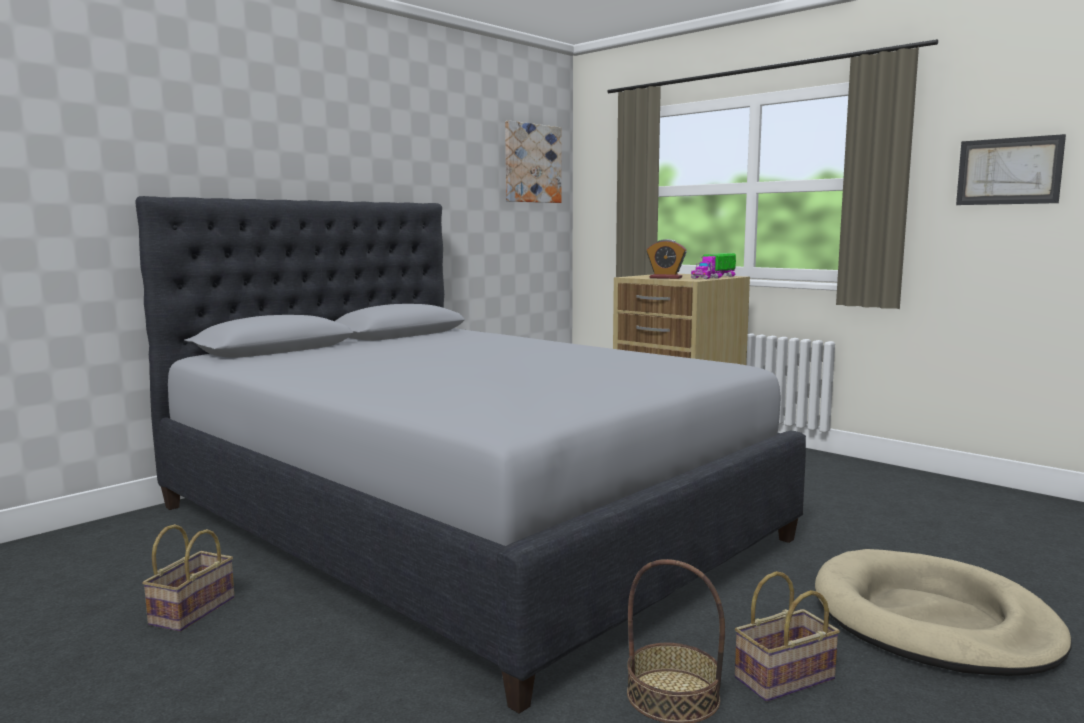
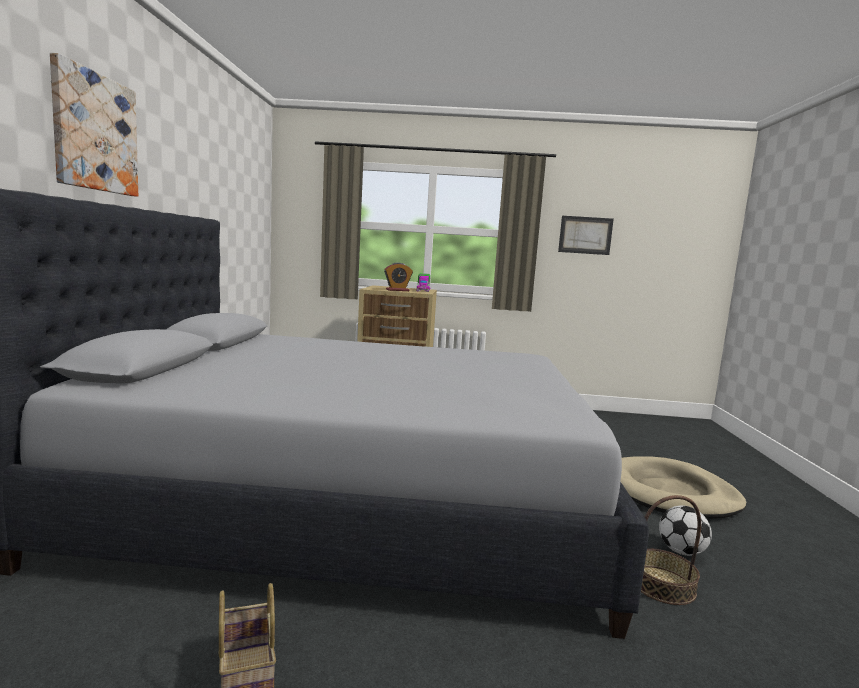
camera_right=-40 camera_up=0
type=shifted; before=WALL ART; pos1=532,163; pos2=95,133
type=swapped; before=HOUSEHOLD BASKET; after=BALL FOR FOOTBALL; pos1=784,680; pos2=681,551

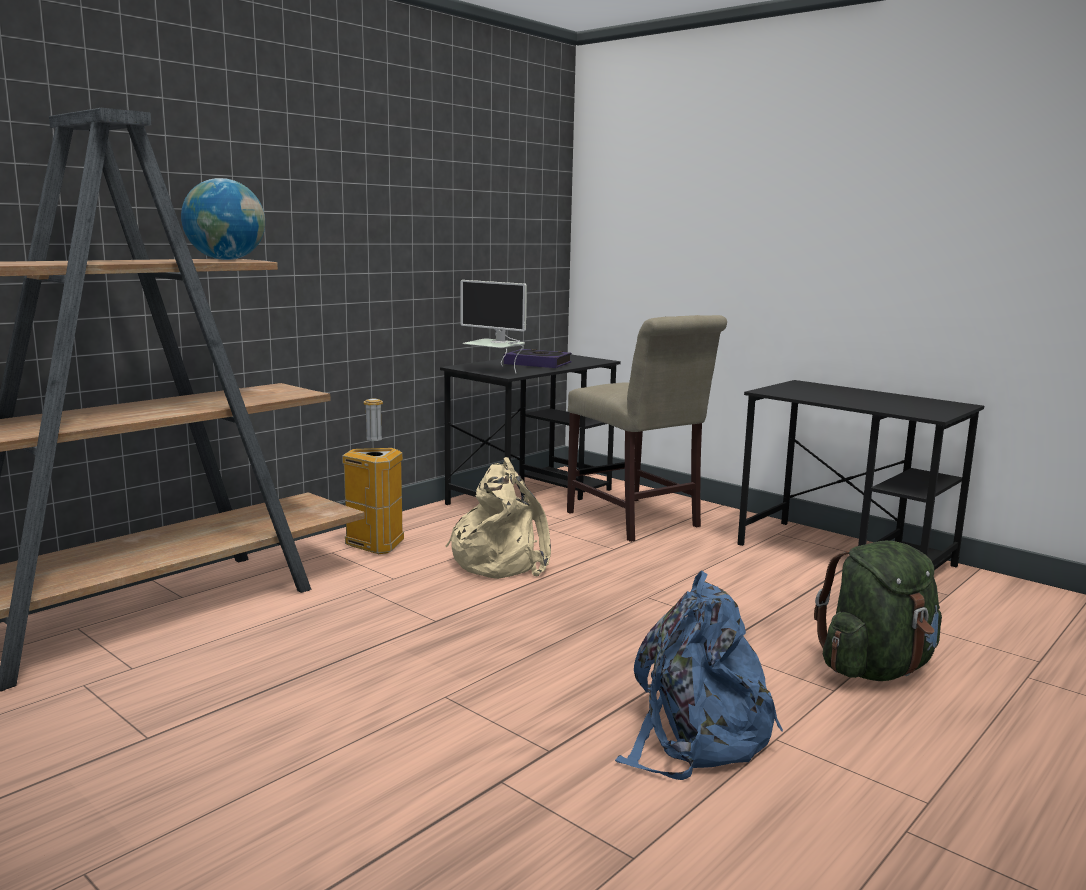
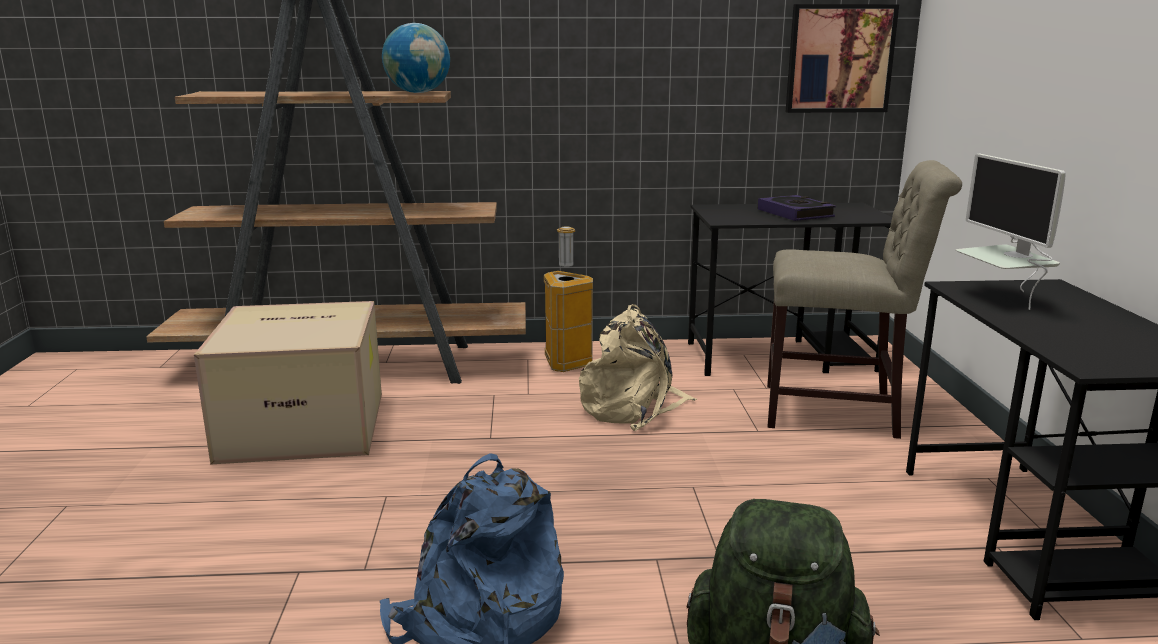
camera_right=45 camera_up=5
type=shifted; before=COMPUTER DISPLAY; pos1=495,370; pos2=1002,298
type=rotated; before=SAND-COLOURED UPRIGHT CHAIR; pos1=637,521; pos2=839,412; turn=-90
type=new; after=WALL ART; pos2=839,59
type=new; after=CARDBOARD BOX; pos2=306,425

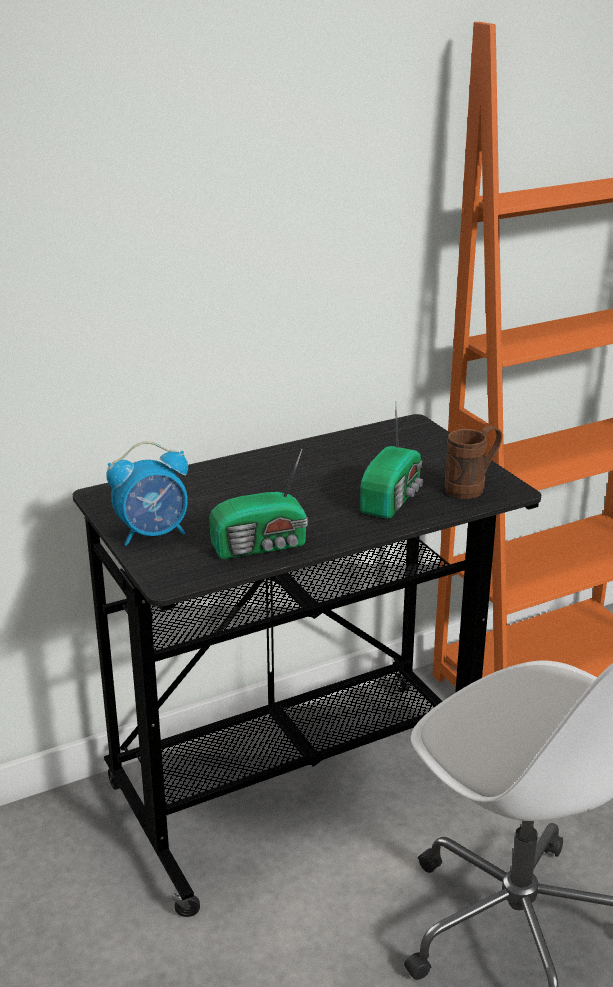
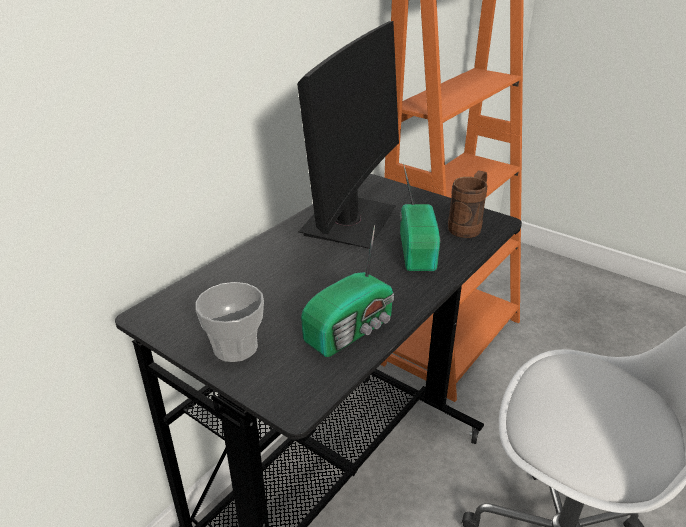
camera_right=-25 camera_up=5
type=swapped; before=ALARM CLOCK; after=SMALL CUP; pos1=153,534; pos2=235,347
type=new; after=COMPUTER DISPLAY; pos2=349,221

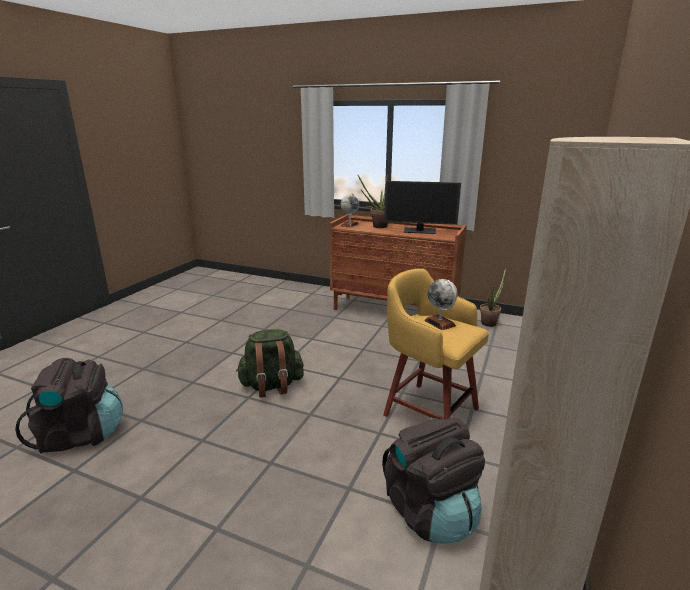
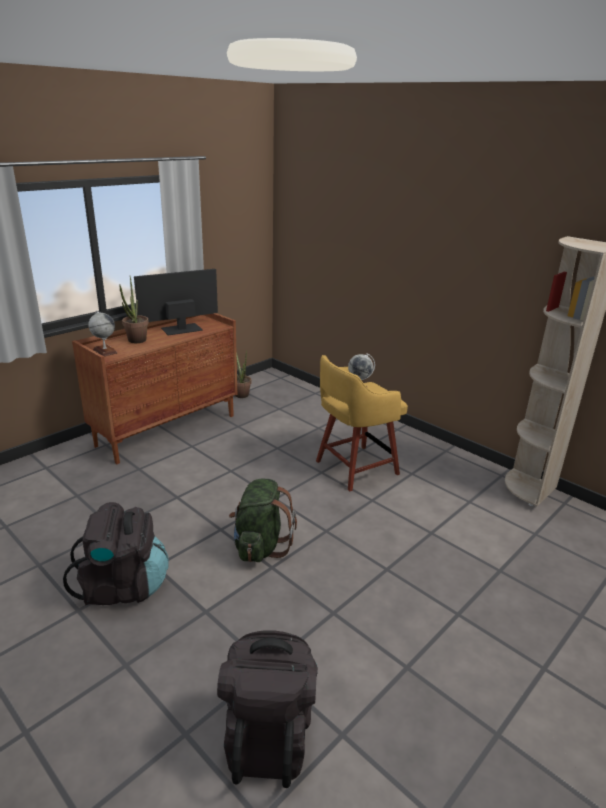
camera_right=-70 camera_up=5
type=rotated; before=COMPUTER DISPLAY; pos1=420,231; pos2=181,329; turn=-150
type=shifted; before=BLACK RUCKSACK; pos1=430,511; pos2=123,586

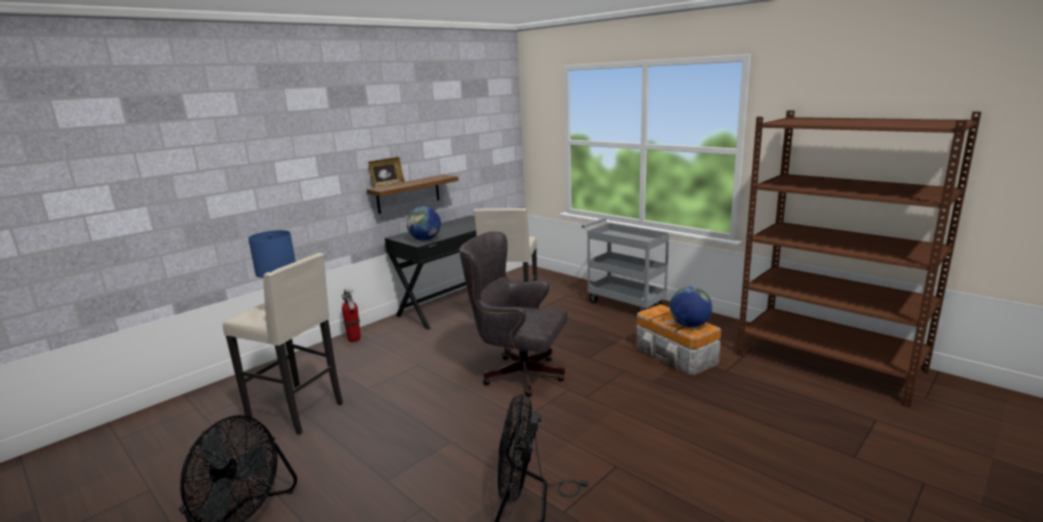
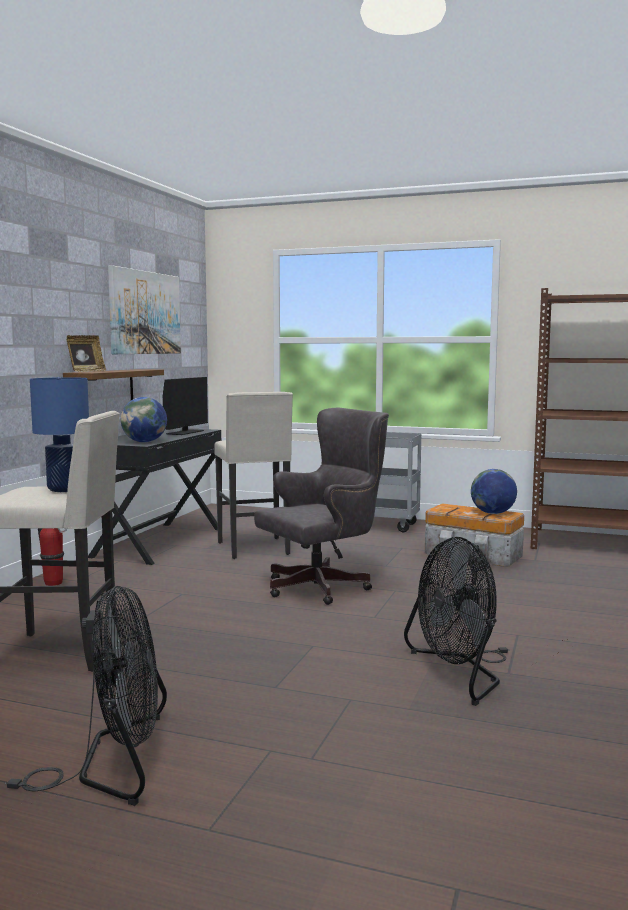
camera_right=-25 camera_up=-10
type=rotated; before=GREYISH COMPUTER CHAIR; pos1=518,374; pos2=322,586; turn=150
type=new; after=WALL ART; pos2=145,313
type=new; after=COMPUTER DISPLAY; pos2=185,432

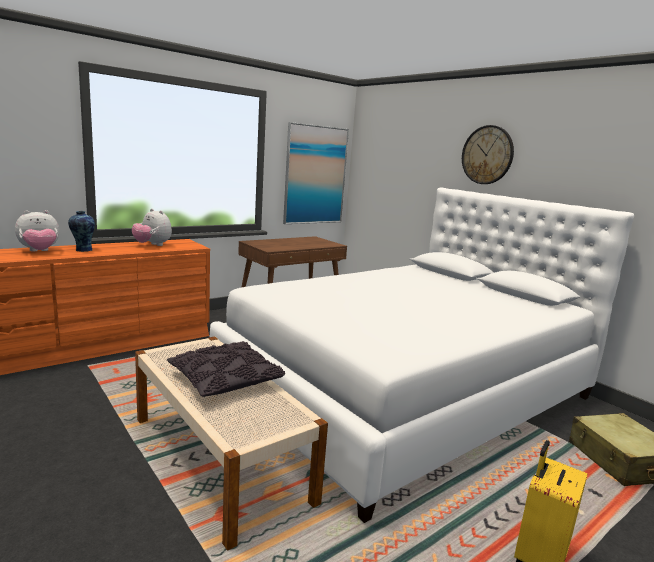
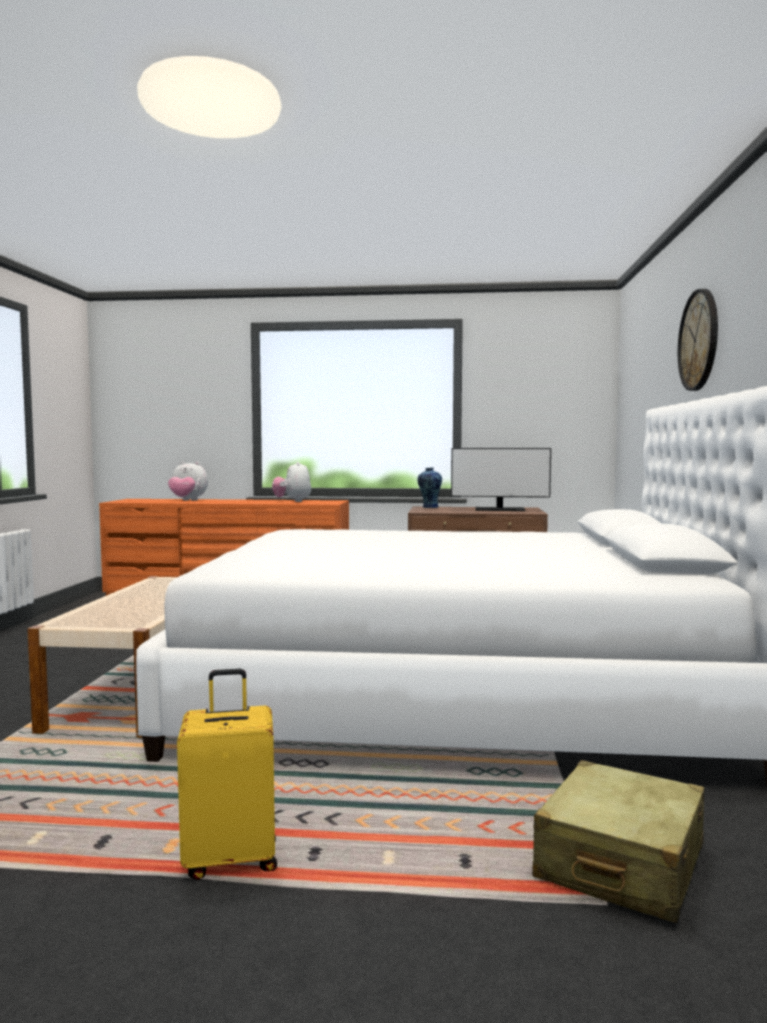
camera_right=45 camera_up=-10
type=gone; before=WALL ART; pos1=315,175
type=shifted; before=DECORATIVE VASE; pos1=83,250; pos2=429,507
type=gone; before=BLACK THROW PILLOW; pos1=225,380
type=new; after=COMPUTER DISPLAY; pos2=499,510

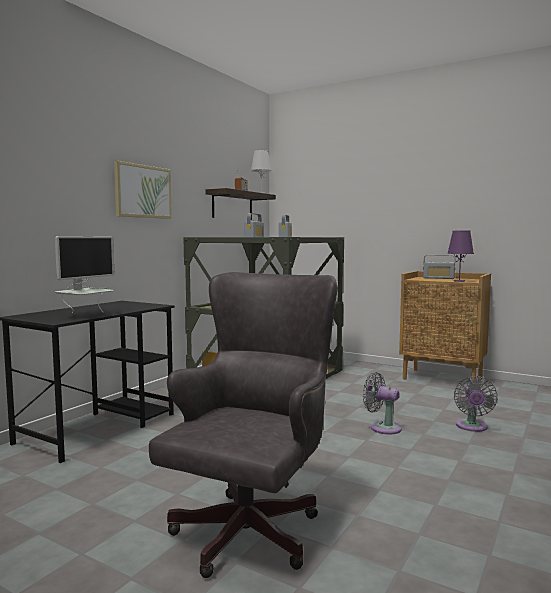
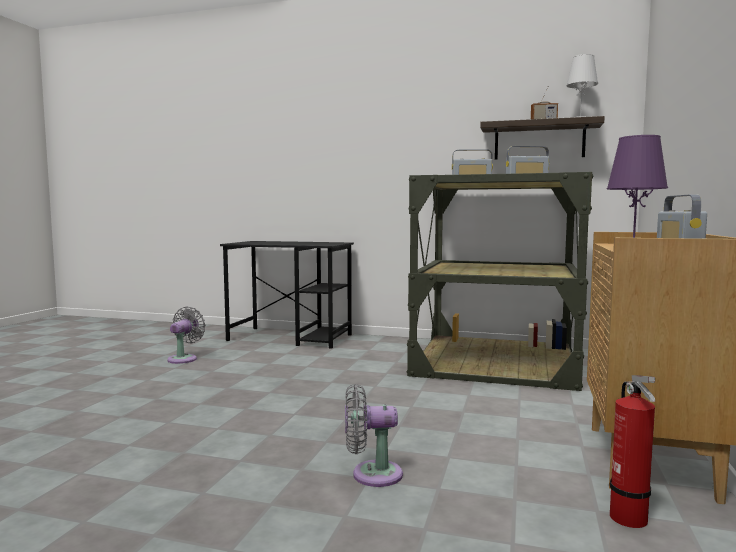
camera_right=75 camera_up=0
type=gone; before=WALL ART; pos1=143,191
type=gone; before=COMPUTER DISPLAY; pos1=86,315
type=gone; before=GREYISH COMPUTER CHAIR; pos1=250,528
type=shifted; before=GREYISH COOLING FAN; pos1=382,427; pos2=184,358
type=new; after=EXTINGUISHER; pos2=630,520

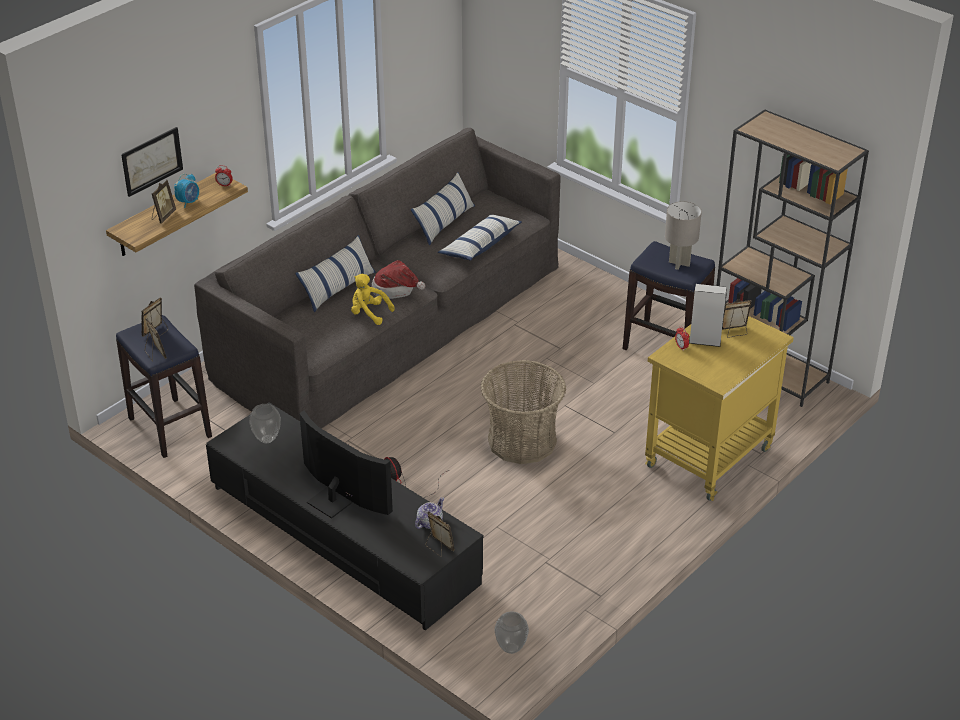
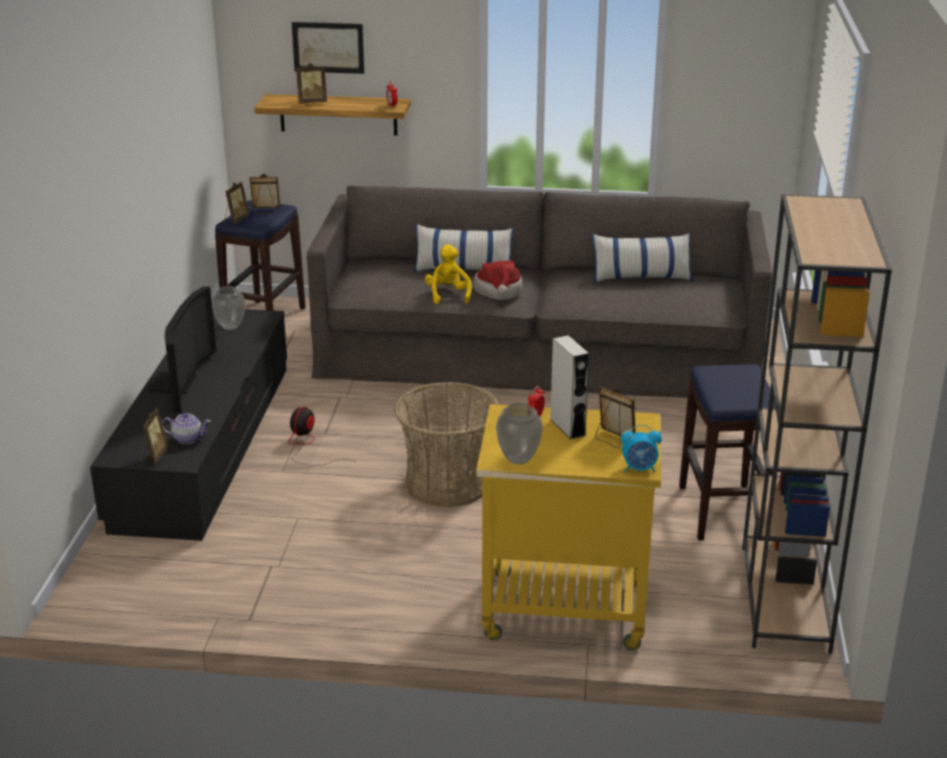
camera_right=55 camera_up=-10
type=shifted; before=ALARM CLOCK; pos1=188,202; pos2=639,469
type=gone; before=GREYISH TABLE LAMP; pos1=679,263
type=gone; before=THROW PILLOW; pos1=480,245
type=shifted; before=DECORATIVE VASE; pos1=511,648; pos2=519,459

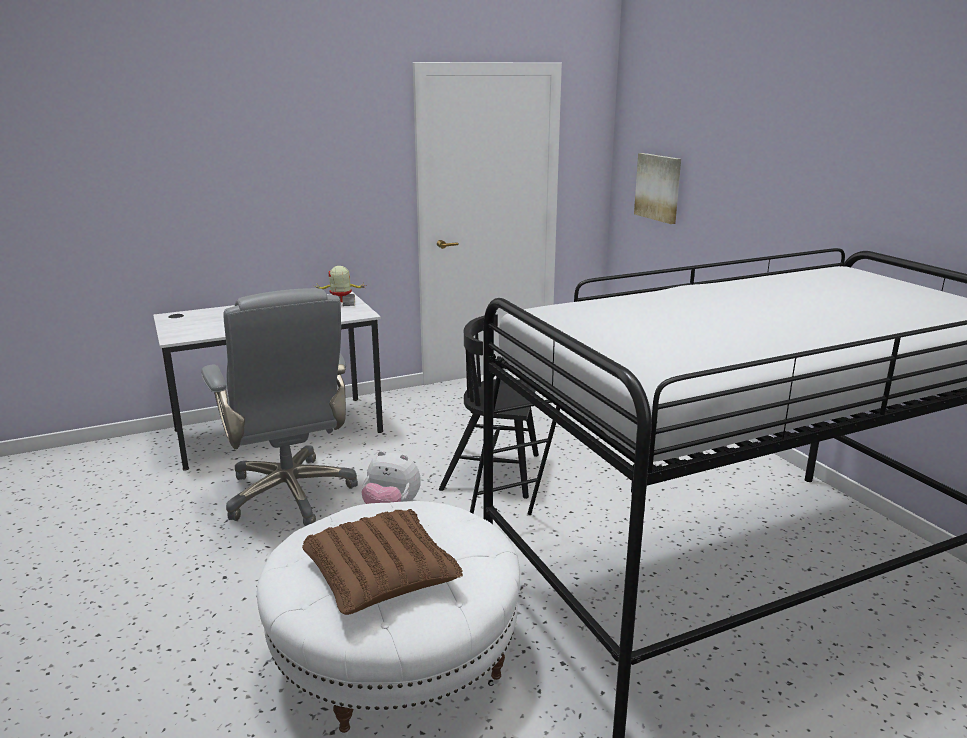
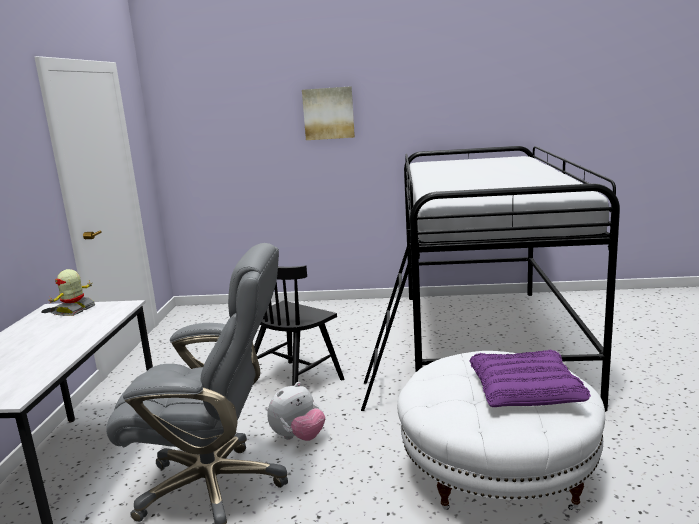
camera_right=-60 camera_up=-5
type=shifted; before=WALL ART; pos1=658,187; pos2=328,113
type=repainted; before=BROWN THROW PILLOW; after=PURPLISH THROW PILLOW; pos1=381,574; pos2=525,390

